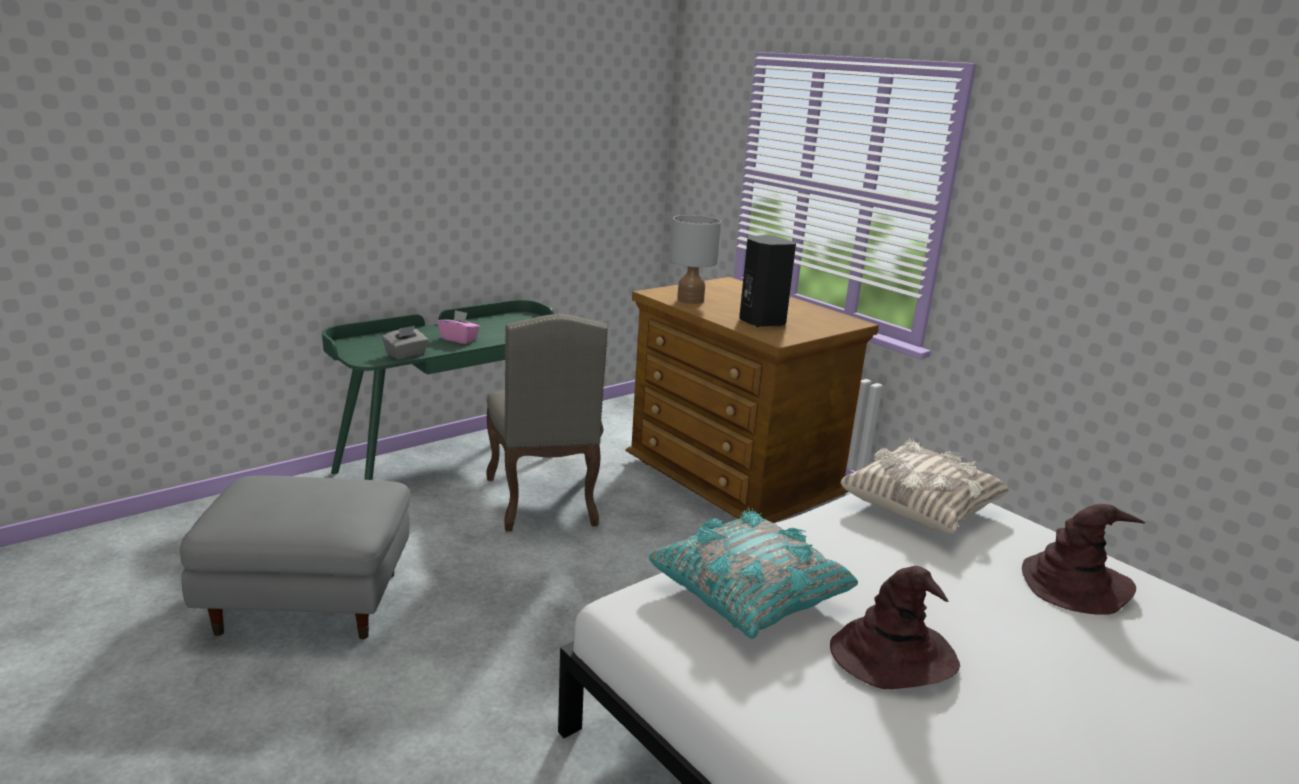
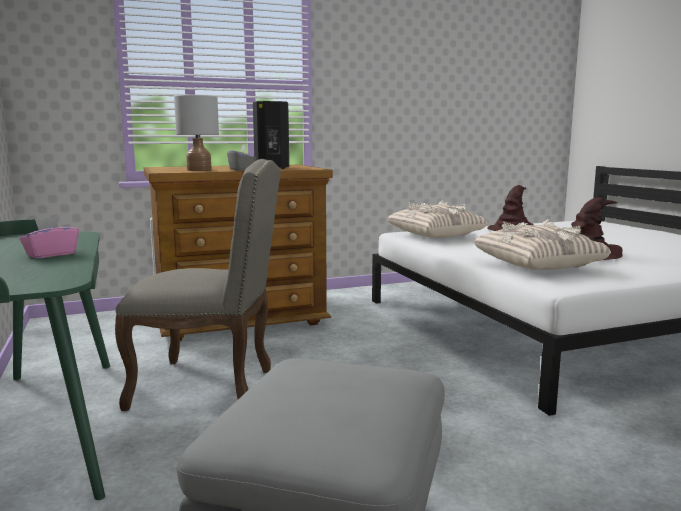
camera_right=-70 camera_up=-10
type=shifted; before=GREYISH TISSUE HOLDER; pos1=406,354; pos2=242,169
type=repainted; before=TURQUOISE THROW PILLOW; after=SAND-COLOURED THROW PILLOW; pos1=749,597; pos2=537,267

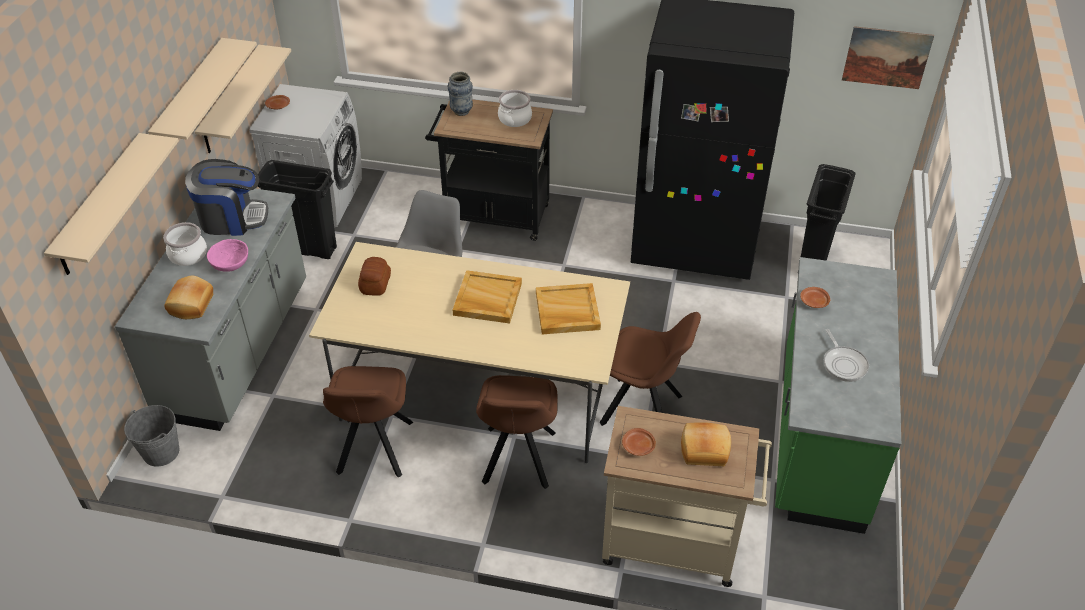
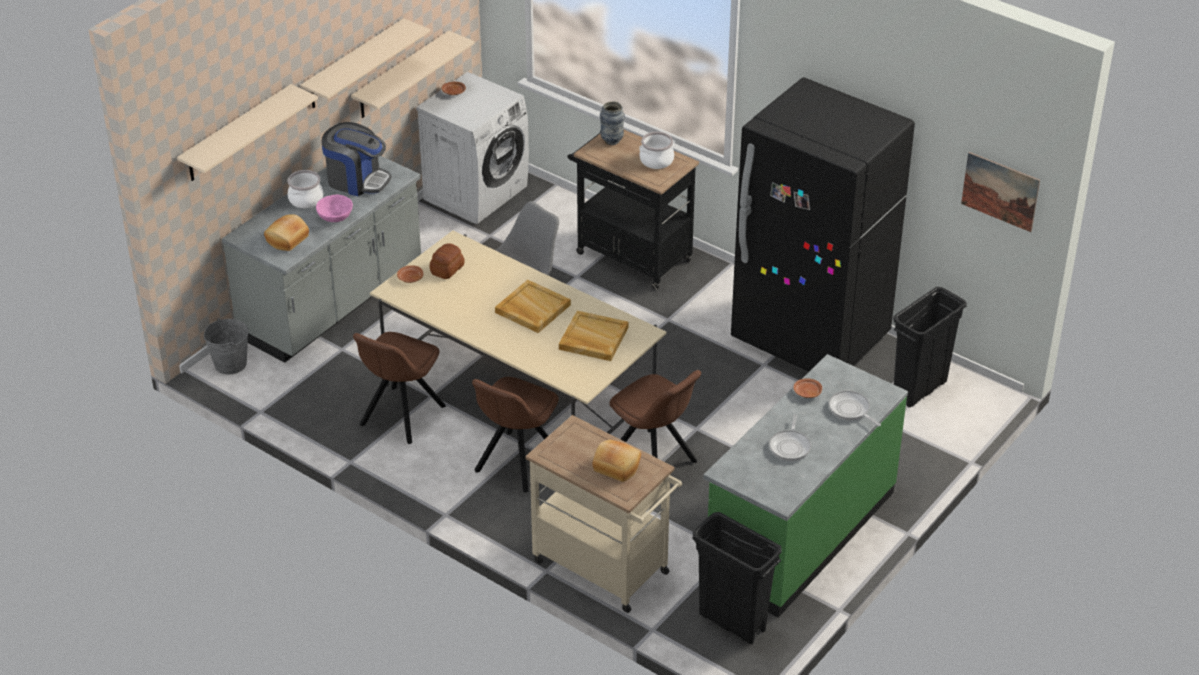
camera_right=25 camera_up=-5
type=shifted; before=BLACK TRASH CAN; pos1=308,249; pos2=731,622
type=shifted; before=BROWN PLATE; pos1=638,446; pos2=410,278
type=new; after=FRYING PAN; pos2=851,410

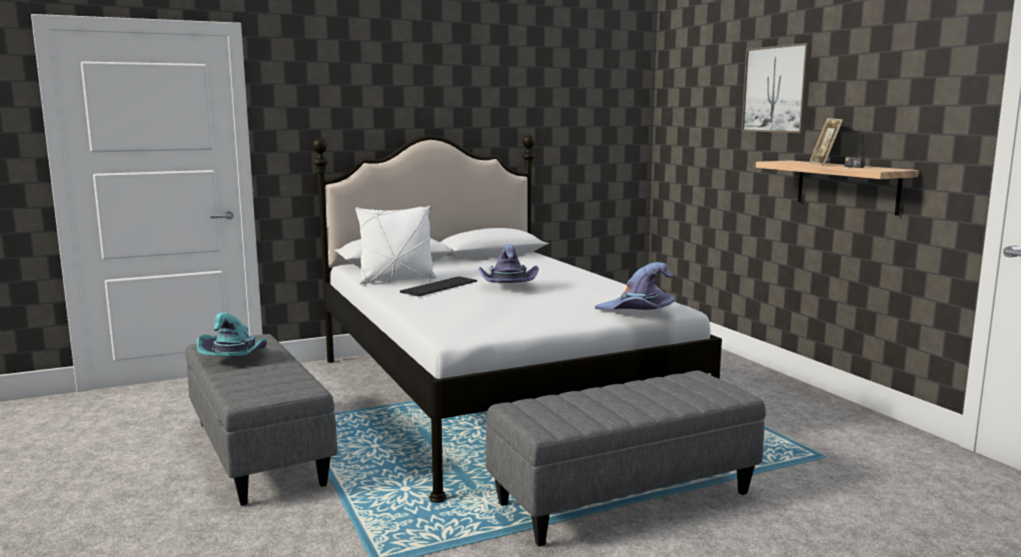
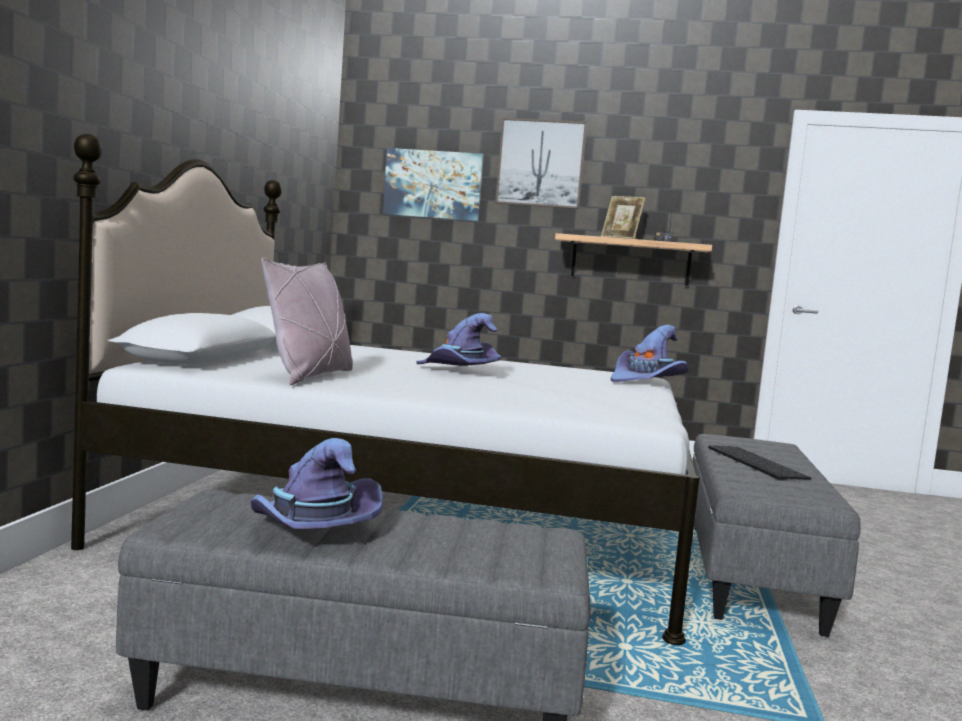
camera_right=-55 camera_up=-5
type=repainted; before=WHITE-COLOURED THROW PILLOW; after=PURPLISH THROW PILLOW; pos1=397,280; pos2=310,376
type=shifted; before=COMPUTER KEYBOARD; pos1=439,286; pos2=753,462
type=repainted; before=TURQUOISE WEARABLE HAT; after=PURPLISH WEARABLE HAT; pos1=235,358; pos2=311,529
type=new; after=WALL ART; pos2=433,184

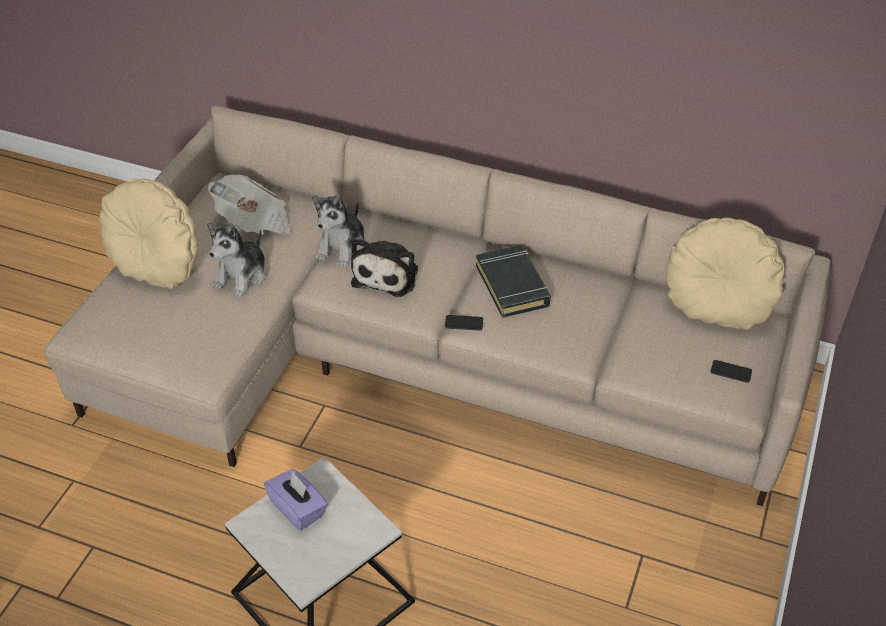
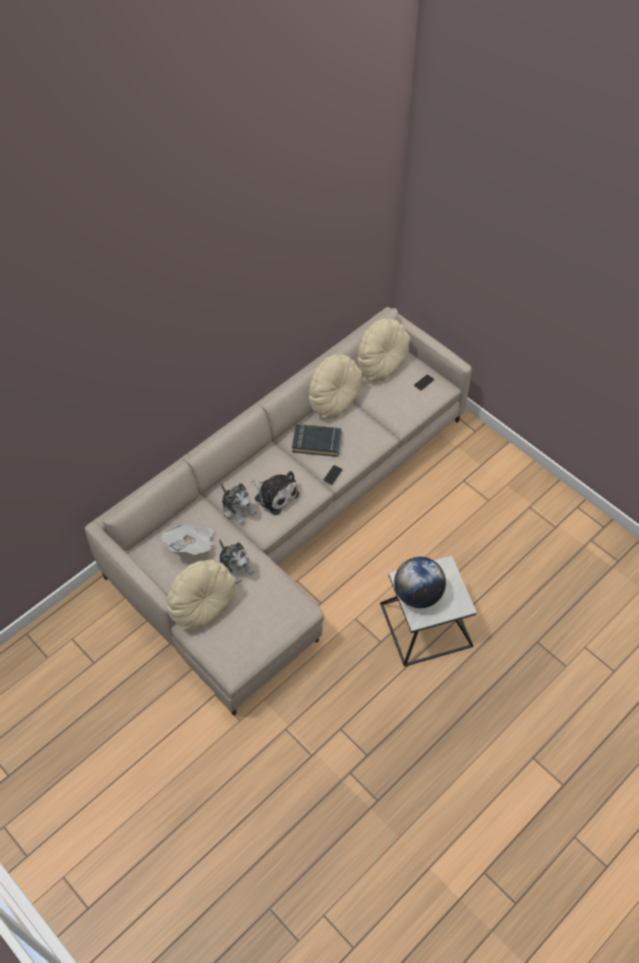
camera_right=-65 camera_up=10
type=swapped; before=PURPLISH TISSUE HOLDER; after=WORLD GLOBE; pos1=298,509; pos2=418,594
type=new; after=SAND-COLOURED THROW PILLOW; pos2=334,404

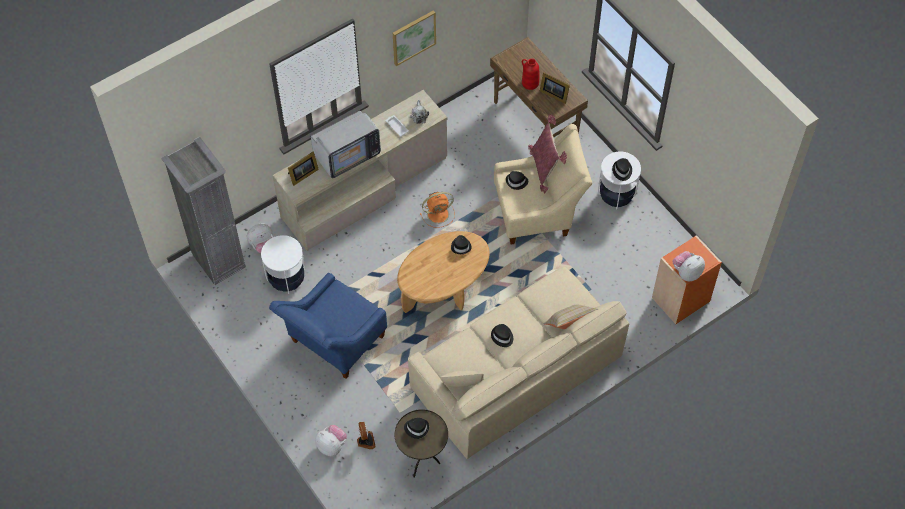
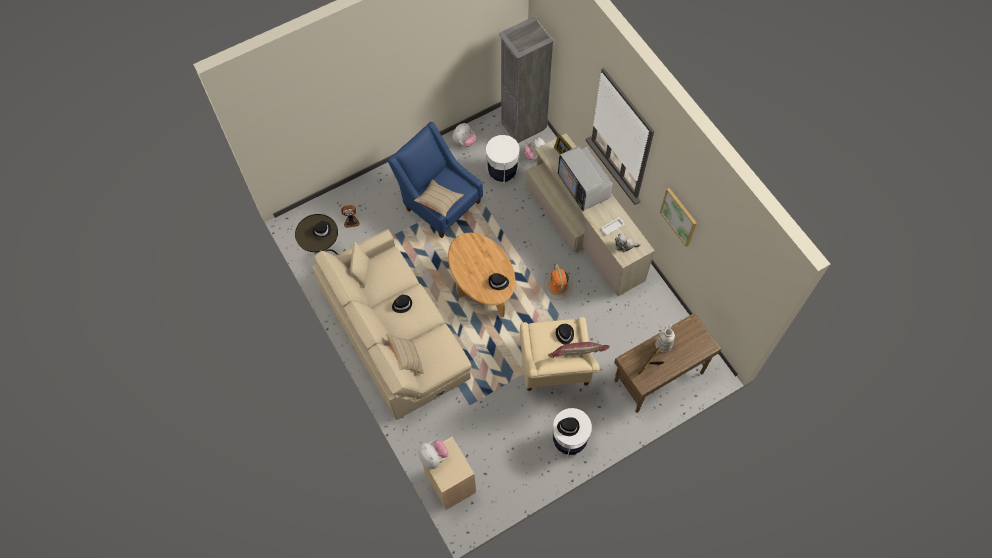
camera_right=95 camera_up=5
type=repainted; before=RED-COLOURED DECORATIVE VASE; after=WHITE-COLOURED DECORATIVE VASE; pos1=530,83; pos2=663,344
type=repainted; before=ORANGE-COLOURED BOOKCASE; after=SAND-COLOURED BOOKCASE; pos1=680,300; pos2=449,483
type=shifted; before=PLUSH TOY; pos1=332,446; pos2=464,141
type=new; after=SAND-COLOURED THROW PILLOW; pos2=439,202

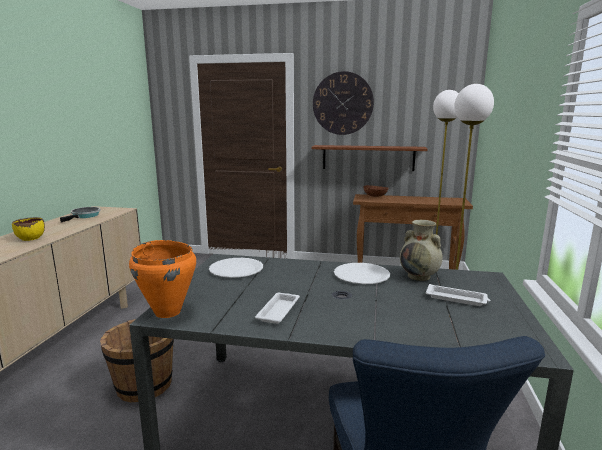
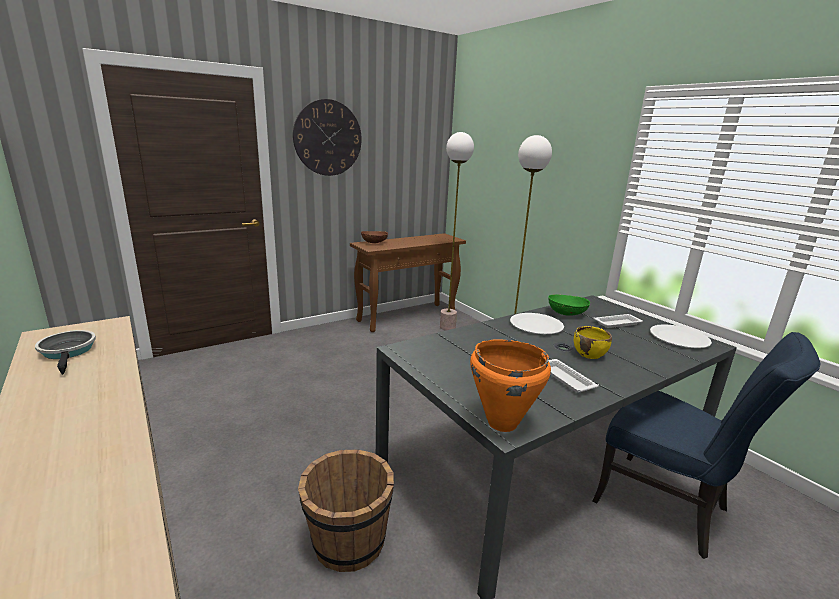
camera_right=-45 camera_up=5
type=gone; before=BROWN BRACKET SHELF; pos1=368,158
type=shifted; before=YELLOW BOWL; pos1=30,238; pos2=589,354
type=swapped; before=SAND-COLOURED DECORATIVE VASE; after=GREEN BOWL; pos1=419,276; pos2=566,313
type=shifted; before=WHITE-COLOURED PLATE; pos1=236,269; pos2=679,338

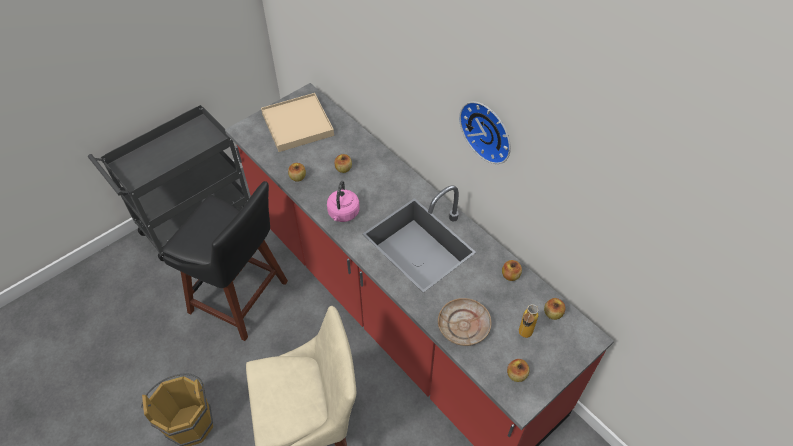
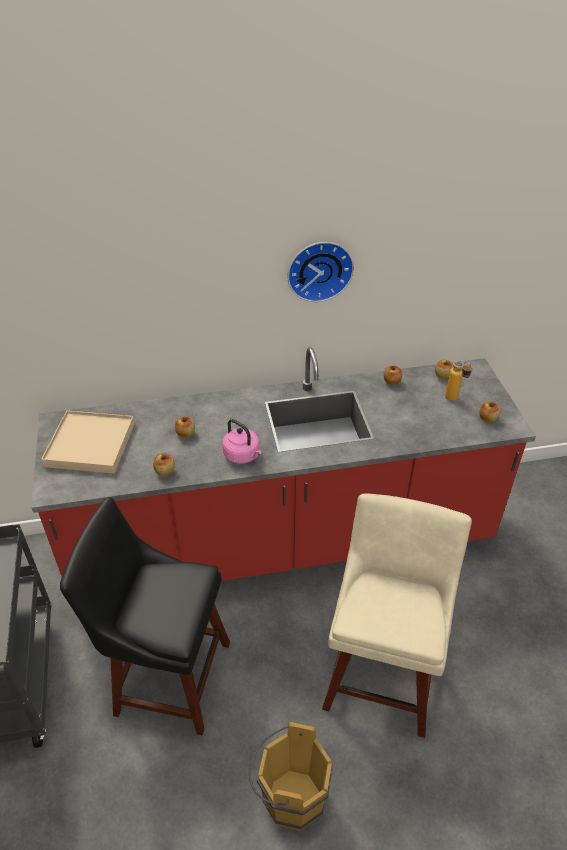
camera_right=-60 camera_up=-10
type=rotated; before=BLACK UPRIGHT CHAIR; pos1=242,299; pos2=167,675; turn=-135
type=gone; before=SAND-COLOURED PLATE; pos1=464,326

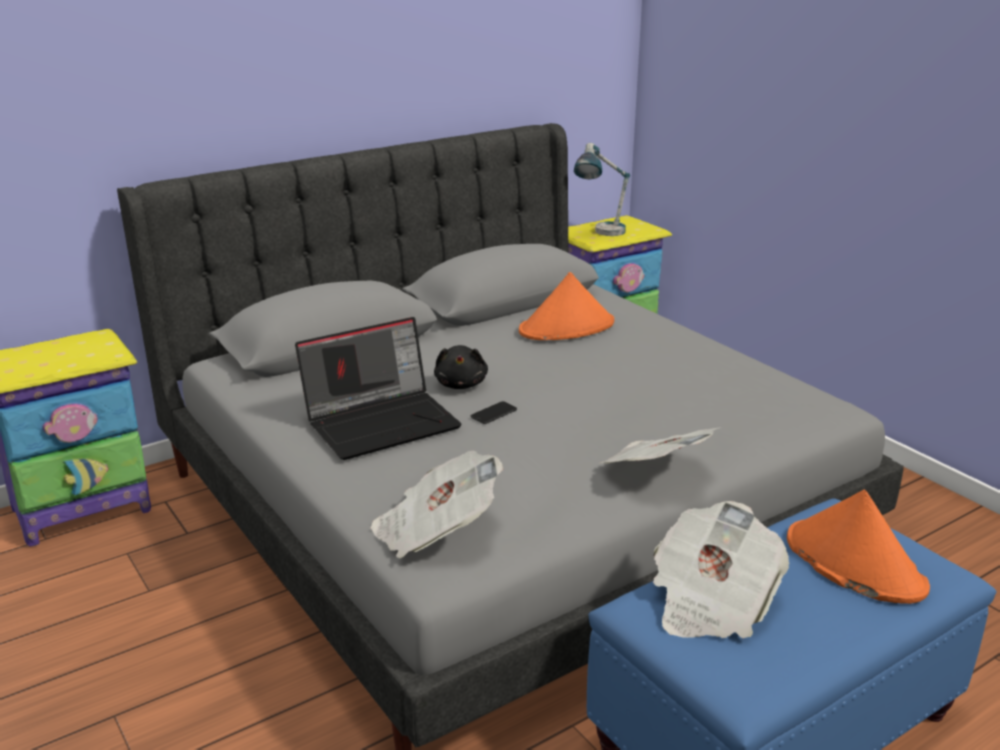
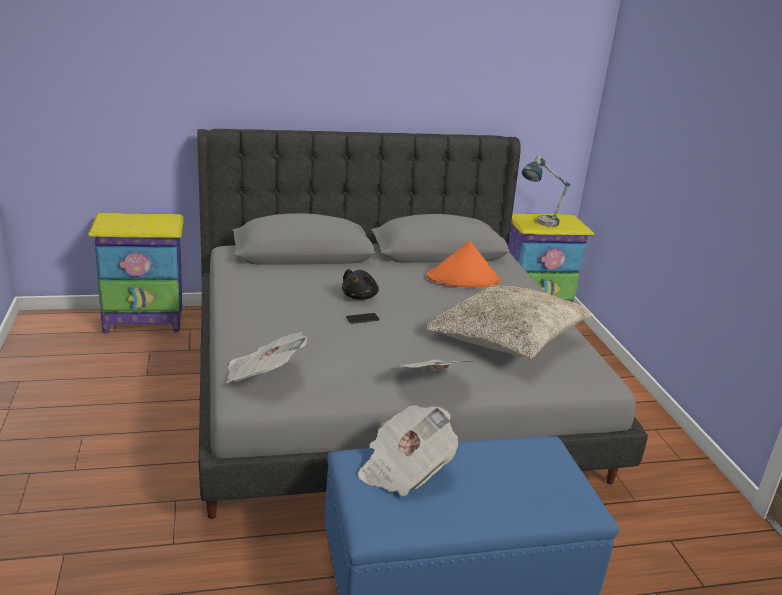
camera_right=20 camera_up=0
type=gone; before=PORTABLE COMPUTER; pos1=382,422
type=gone; before=ORANGE-COLOURED WEARABLE HAT; pos1=853,563
type=new; after=SAND-COLOURED THROW PILLOW; pos2=506,338

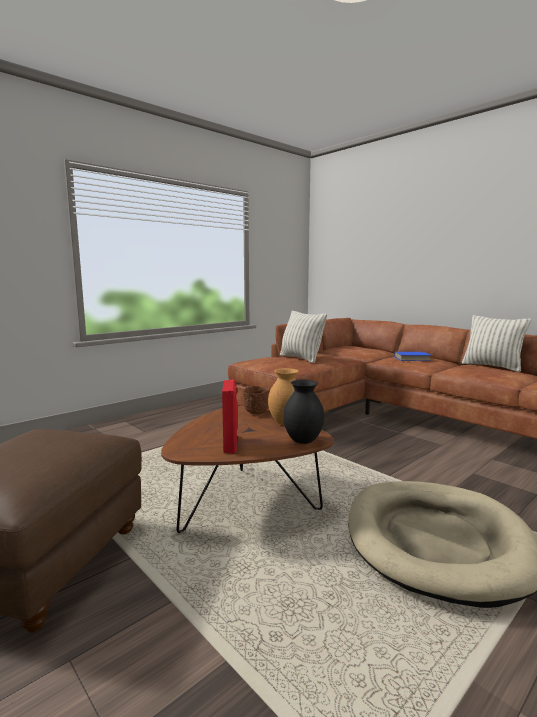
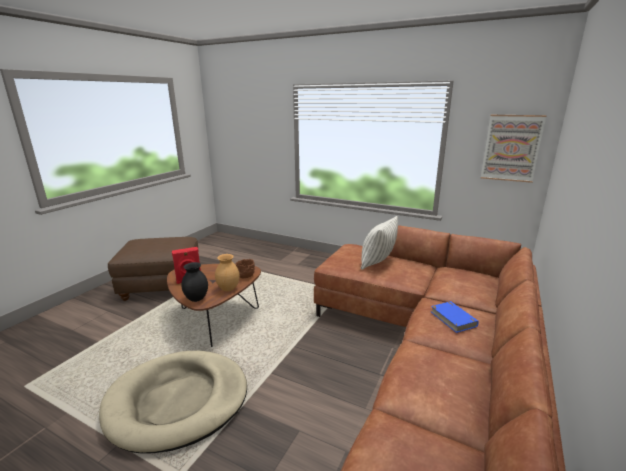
camera_right=70 camera_up=10
type=gone; before=THROW PILLOW; pos1=492,366
type=new; after=WALL ART; pos2=511,148

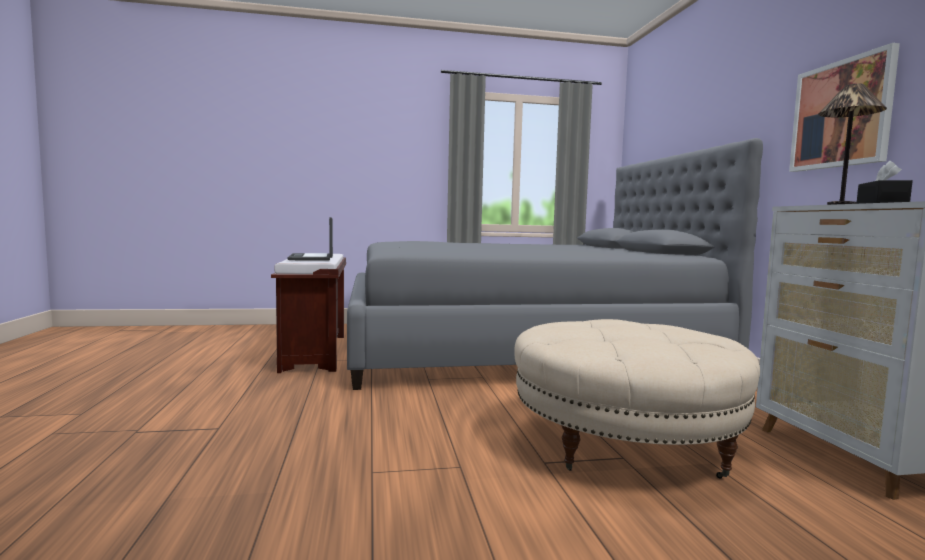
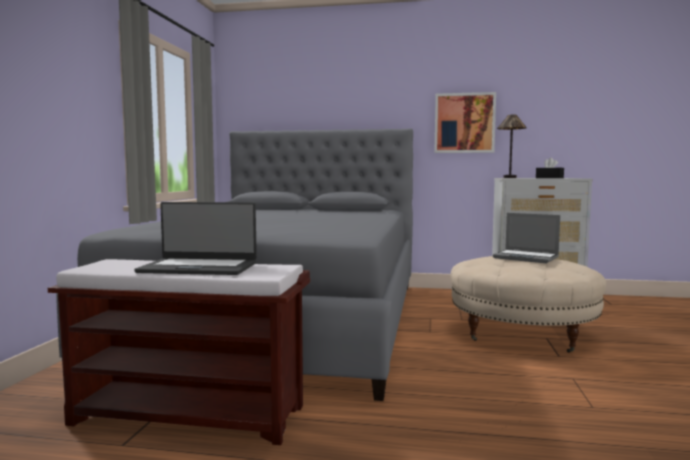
camera_right=-70 camera_up=0
type=new; after=PORTABLE COMPUTER; pos2=526,258

